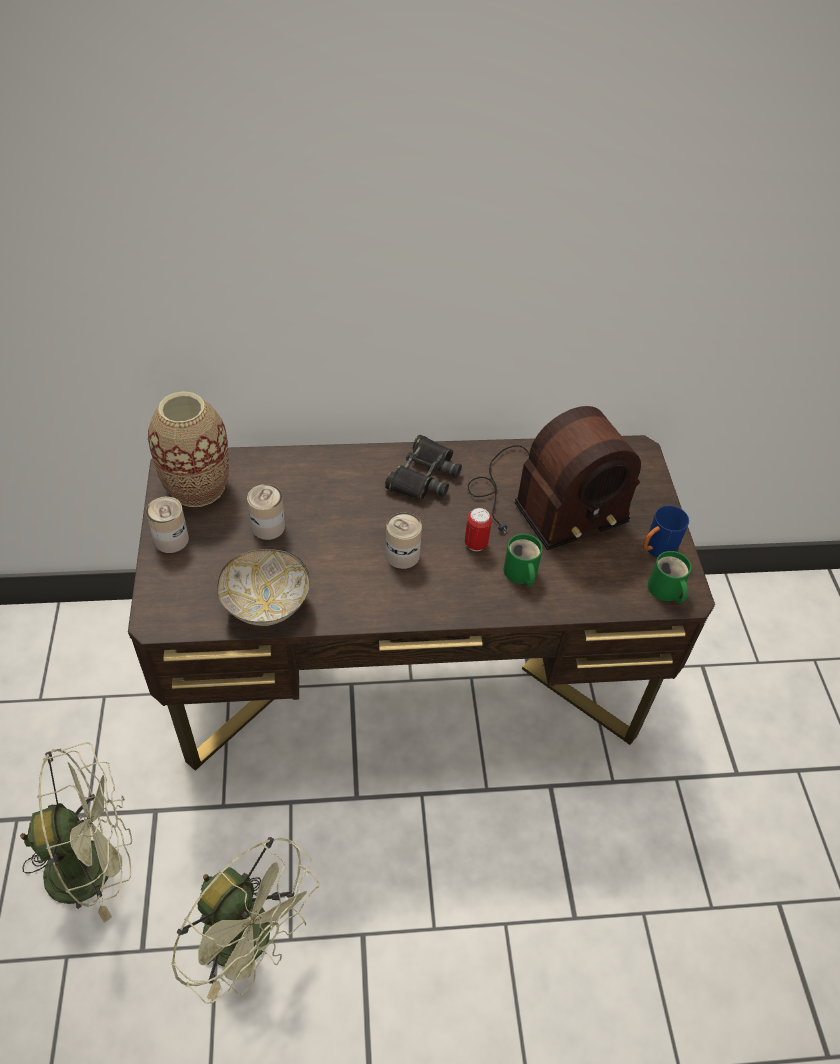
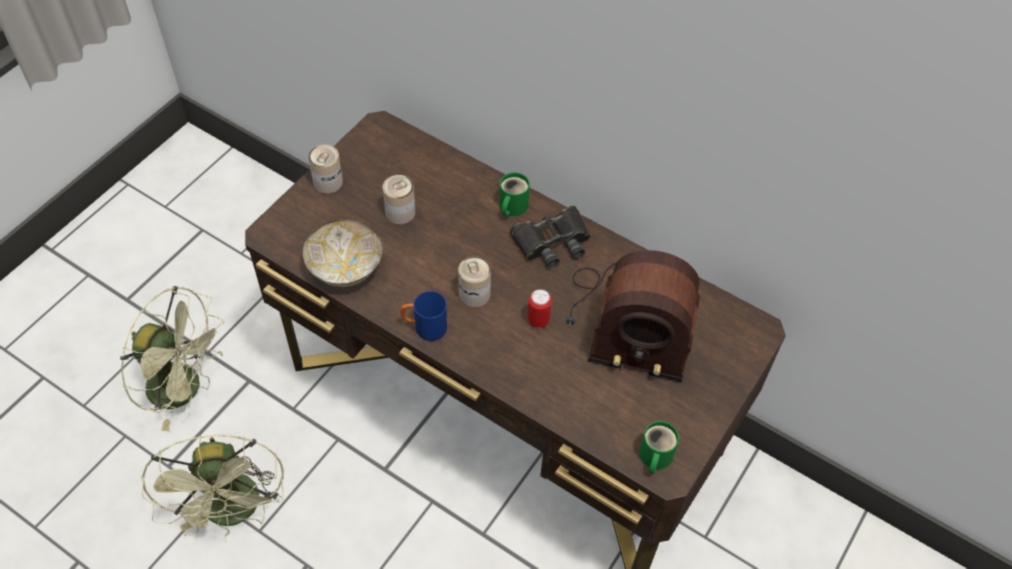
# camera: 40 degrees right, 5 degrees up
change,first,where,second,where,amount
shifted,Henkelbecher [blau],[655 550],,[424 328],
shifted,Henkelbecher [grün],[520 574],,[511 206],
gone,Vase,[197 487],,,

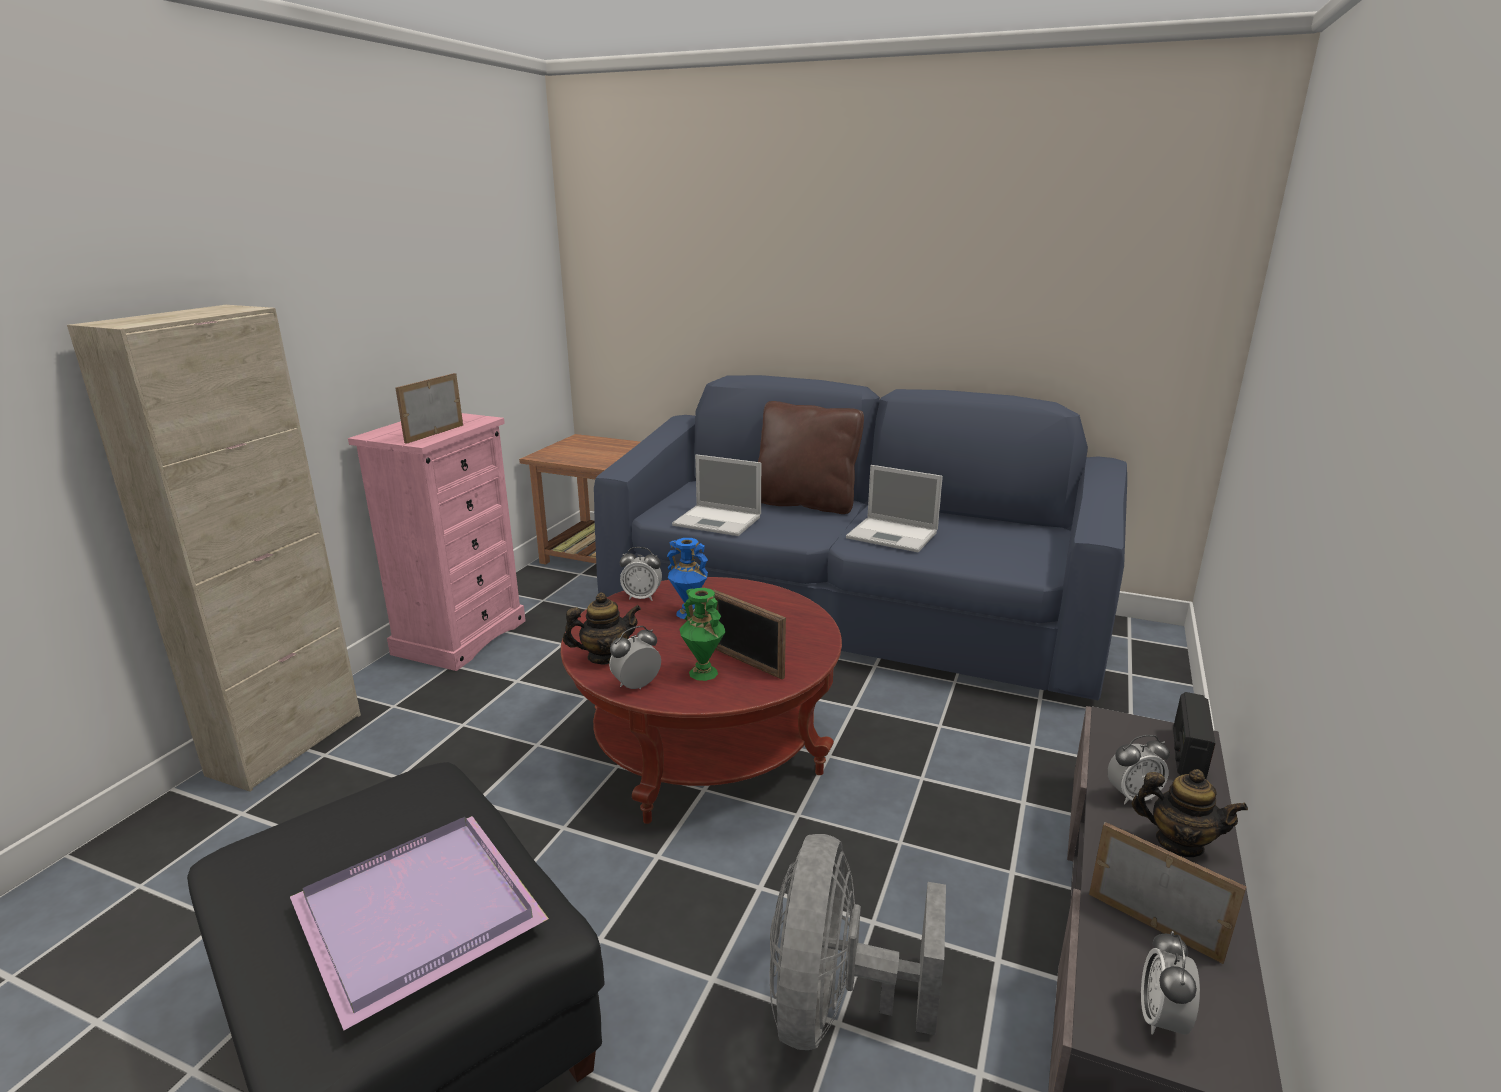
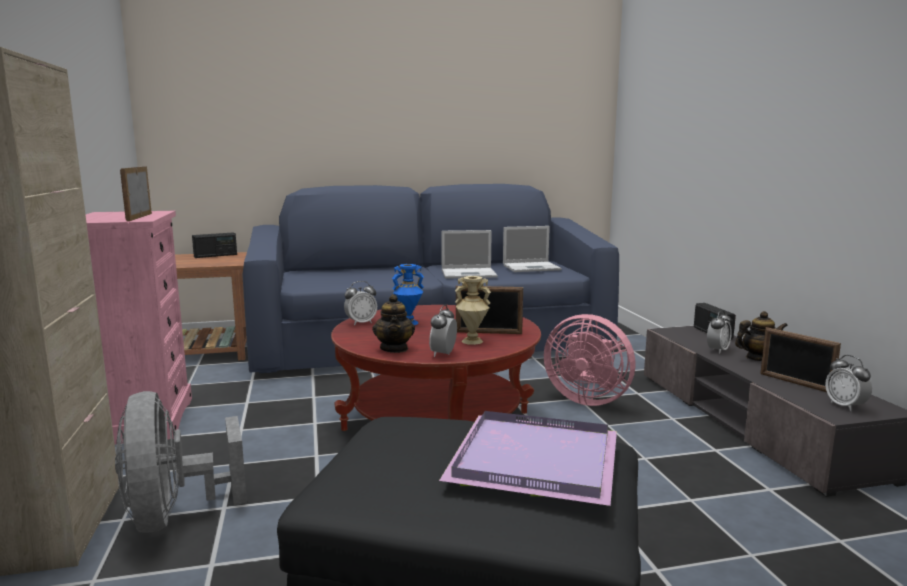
# camera: 35 degrees left, 10 degrees down
change,first,where,second,where,amount
shifted,Ventilator [grau],[836 1006],,[175 515],
new,,,Radio,[215 255],
rotated,Teekanne,[605 657],,[394 349],135 degrees clockwise
repainted,Vase [grün],[702 673],Vase [beige],[472 341],
shifted,Laptop,[719 521],,[532 267],
new,,,Ventilator [rosa],[587 399],
rotated,Bilderrahmen,[1154 925],,[795 383],135 degrees counterclockwise
gone,Kissen [braun],[806 503],,,

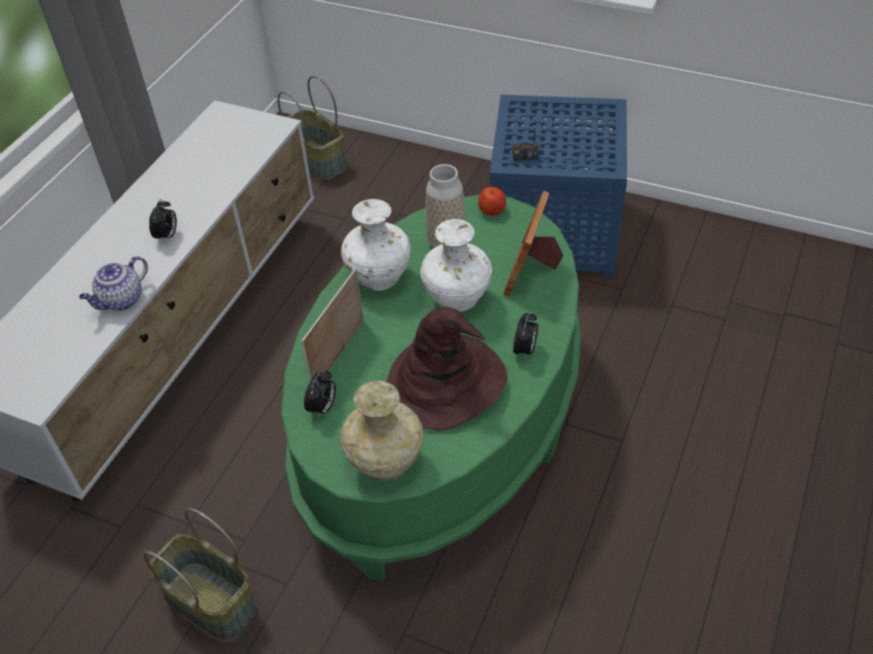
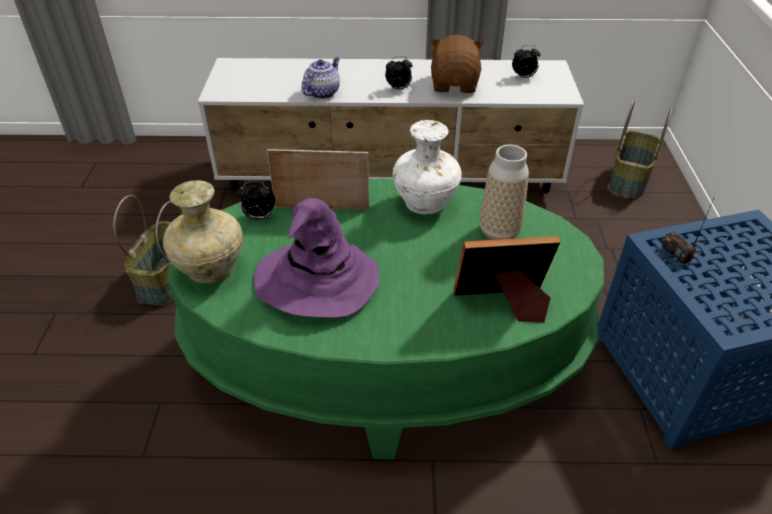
# camera: 65 degrees right, 5 degrees down
change,first,where,second,where,amount
repainted,Hut [braun],[444 383],Hut [lila],[316 281],
rotated,Teekanne,[121 301],,[322 92],105 degrees clockwise
new,,,Plüschtier [braun],[455 84],
shifted,Wecker,[525 350],,[523 77],
gone,Vase [weiß],[458 299],,,
gone,Apfel,[492 210],,,

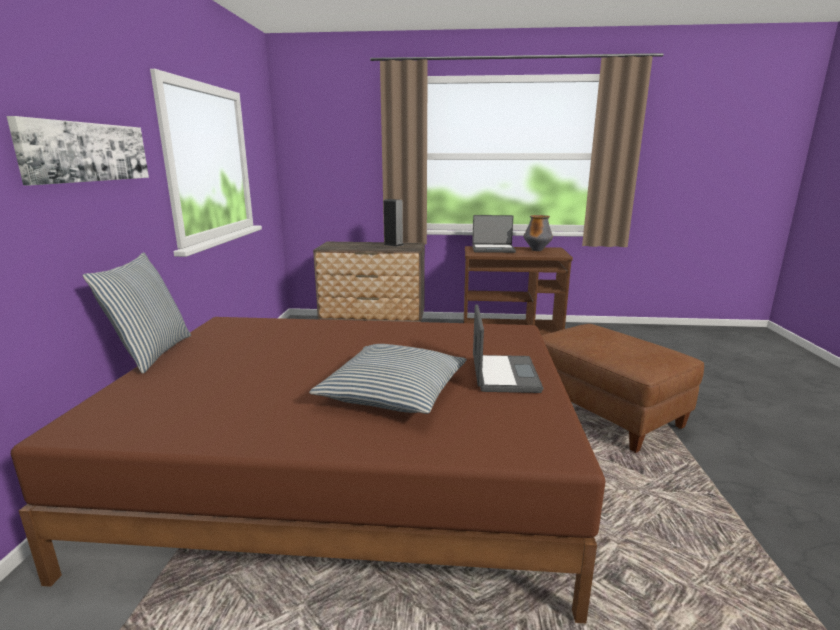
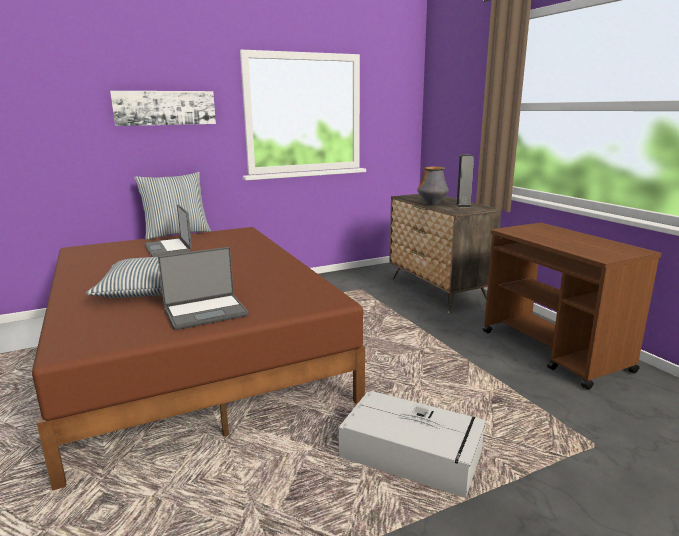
# camera: 60 degrees right, 0 degrees up
change,first,where,second,where,amount
shifted,Laptop,[493 249],,[169 248],
swapped,Polsterhocker [braun],[606 413],Aufbewahrungsbox [grau],[413 456],
shifted,Vase,[537 250],,[432 204],

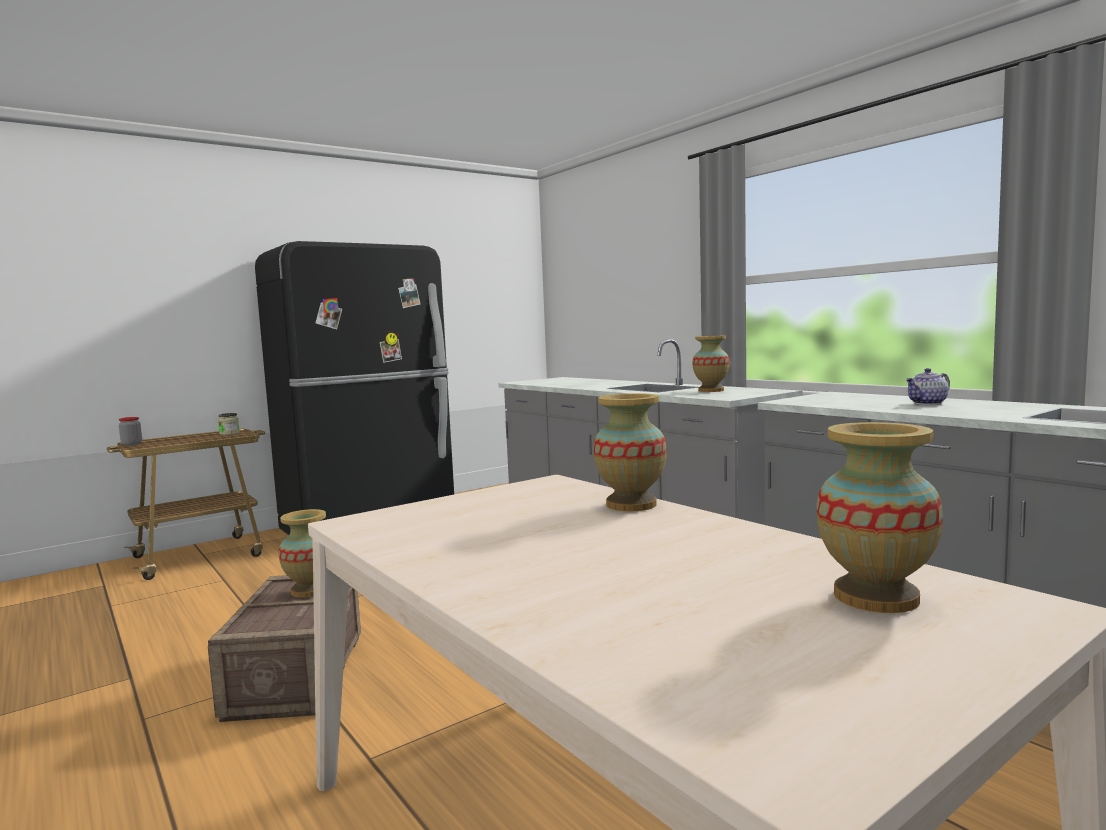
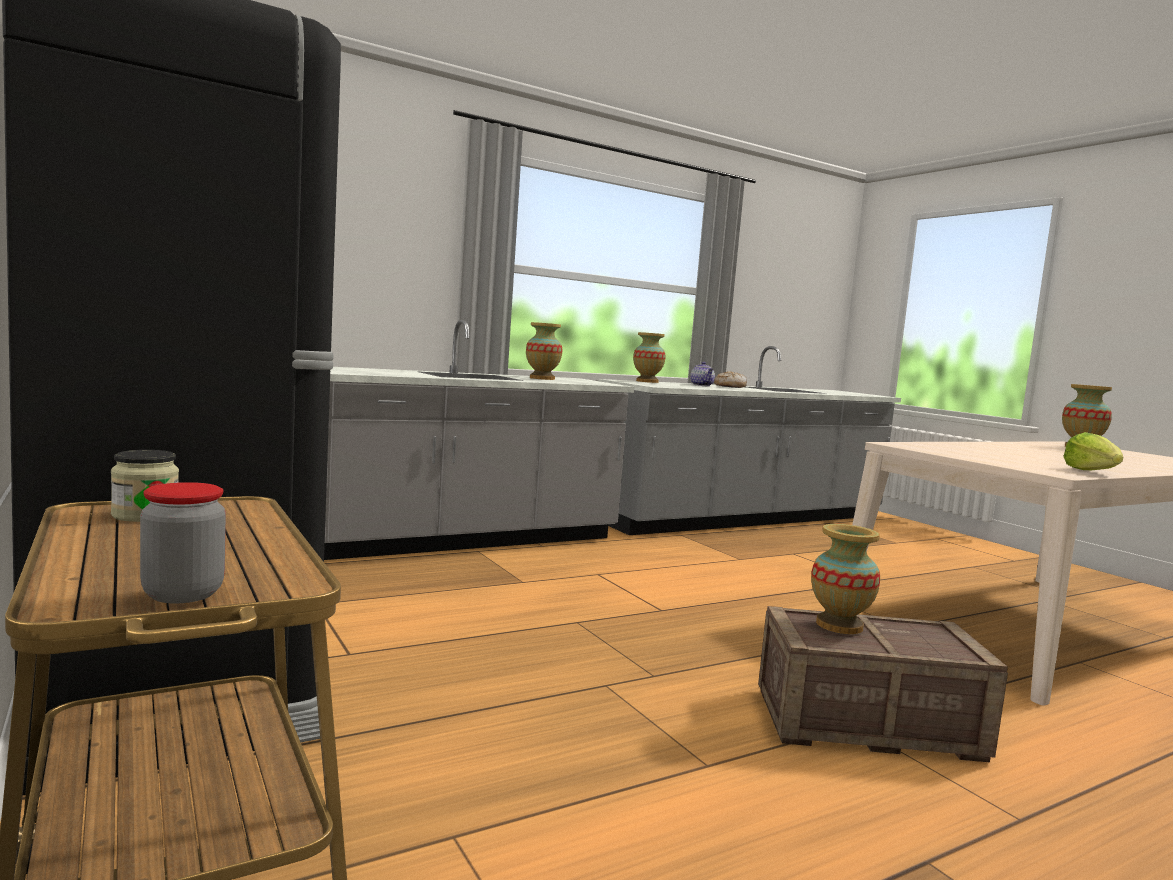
# camera: 85 degrees left, 0 degrees up
change,first,where,second,where,amount
shifted,Vase,[631 505],,[647 381],
new,,,Brot,[729 386],
new,,,Salatkopf,[1092 472],

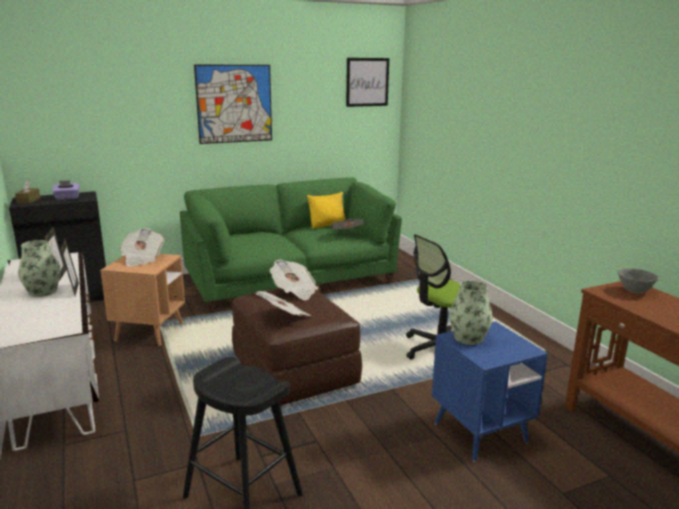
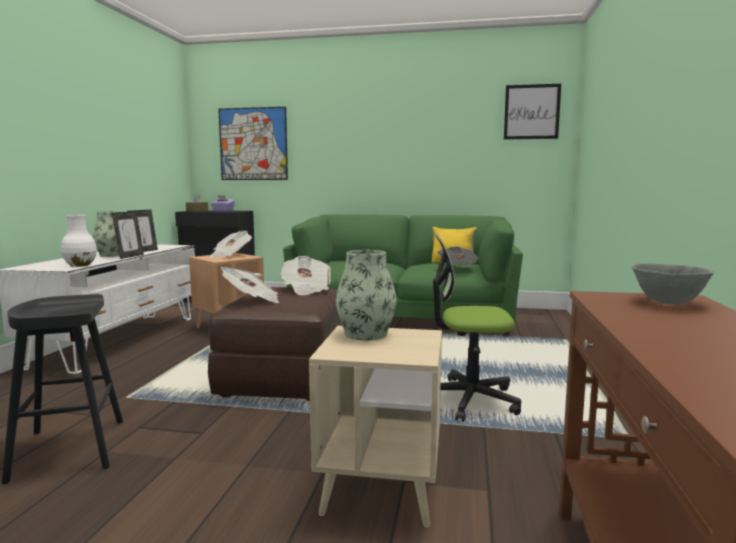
# camera: 35 degrees right, 10 degrees down
change,first,where,second,where,amount
new,,,Vase [weiß],[79 265],
shifted,Bild,[234 104],,[253 144],
repainted,Beistelltisch [blau],[480 432],Beistelltisch [beige],[380 490],

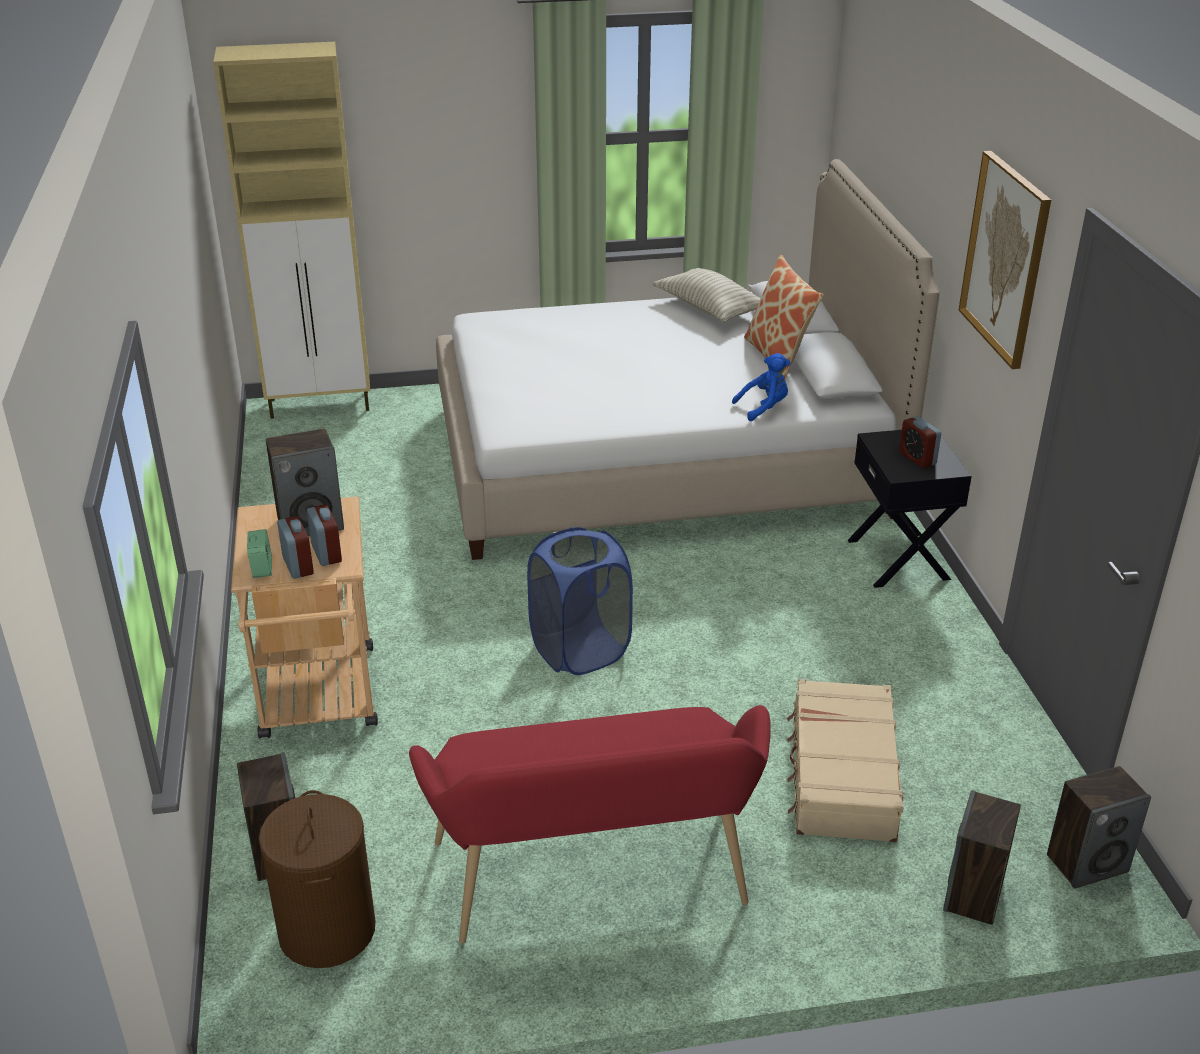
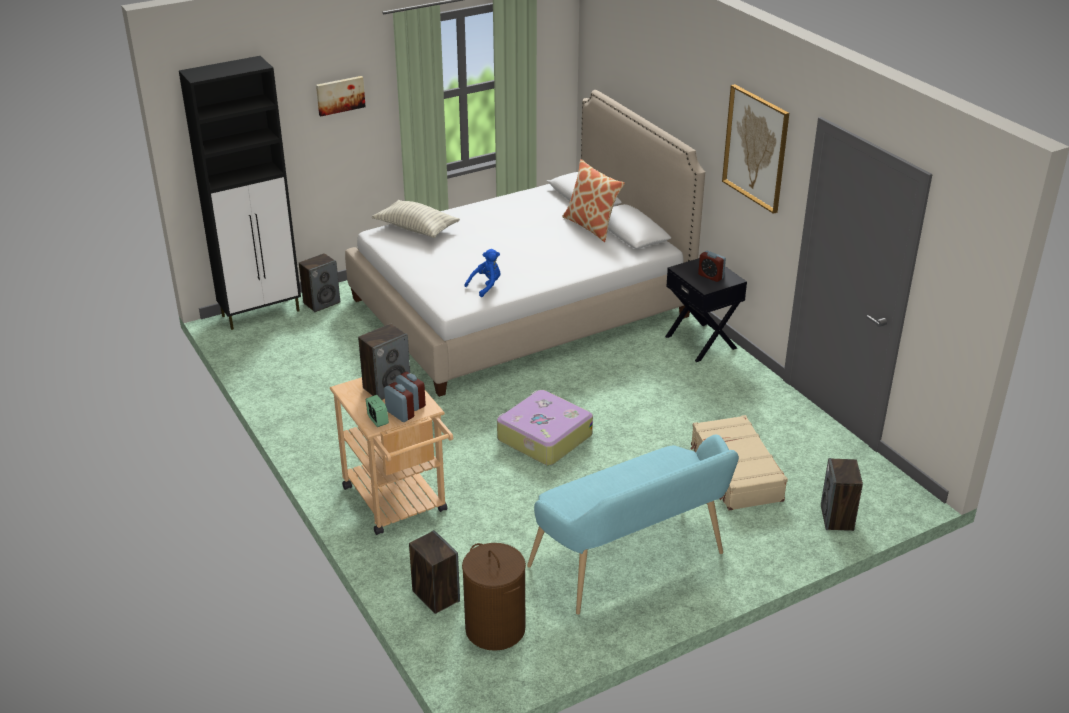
# camera: 20 degrees left, 0 degrees up
change,first,where,second,where,amount
repainted,Schrank [beige],[321 405],Schrank [schwarz],[262 313],
shifted,Lautsprecher,[1087 863],,[322 303],
new,,,Bild,[340 95],
shifted,Kissen,[709 309],,[416 228],
shifted,Plüschtier [blau],[764 408],,[486 286],
swapped,Wäschekorb [blau],[580 650],Koffer,[543 437],
repainted,Bank [rot],[595 883],Bank [türkis],[633 564],

